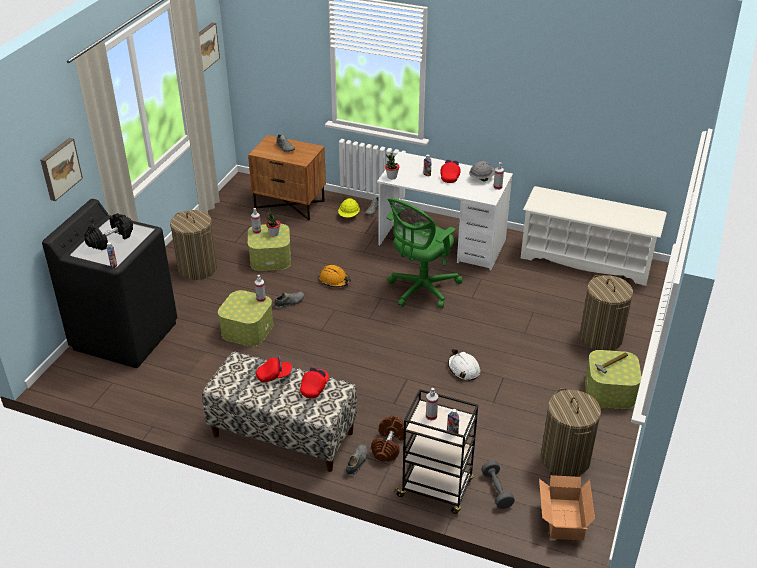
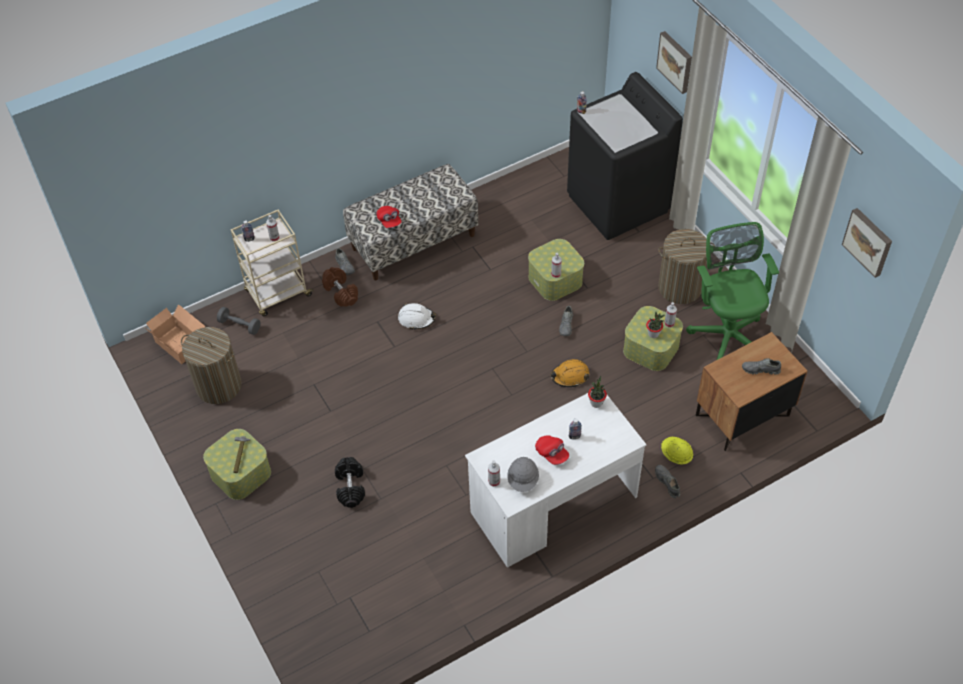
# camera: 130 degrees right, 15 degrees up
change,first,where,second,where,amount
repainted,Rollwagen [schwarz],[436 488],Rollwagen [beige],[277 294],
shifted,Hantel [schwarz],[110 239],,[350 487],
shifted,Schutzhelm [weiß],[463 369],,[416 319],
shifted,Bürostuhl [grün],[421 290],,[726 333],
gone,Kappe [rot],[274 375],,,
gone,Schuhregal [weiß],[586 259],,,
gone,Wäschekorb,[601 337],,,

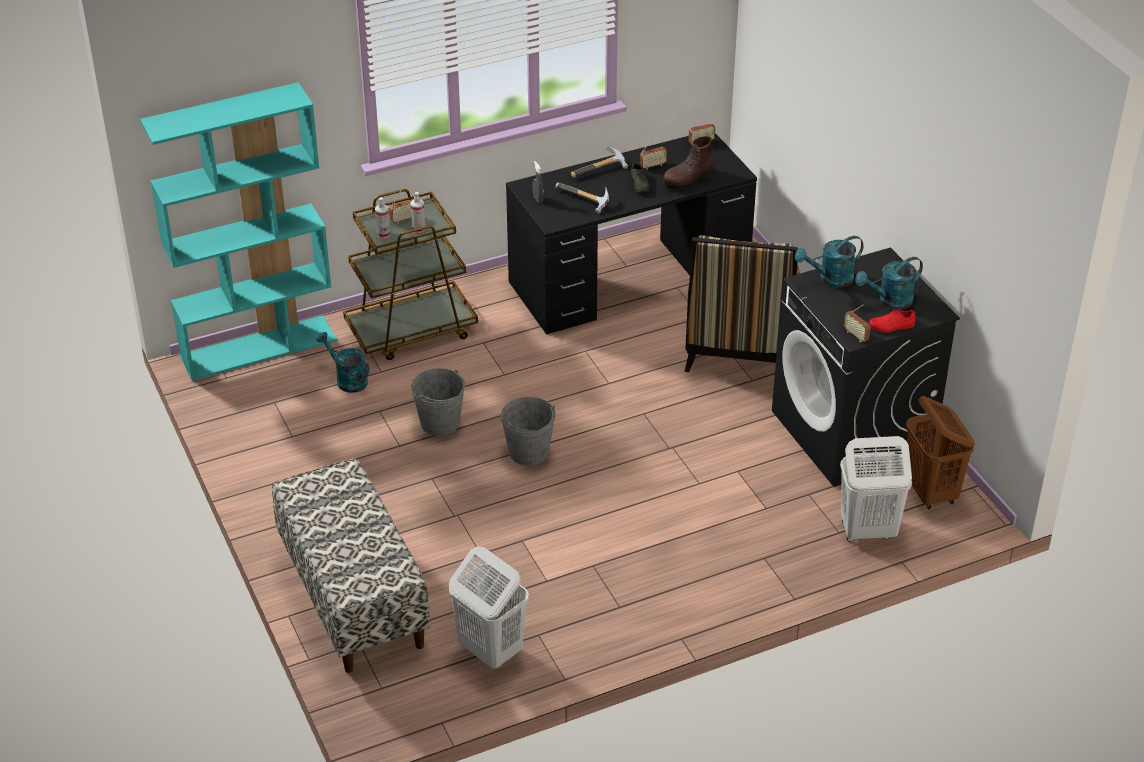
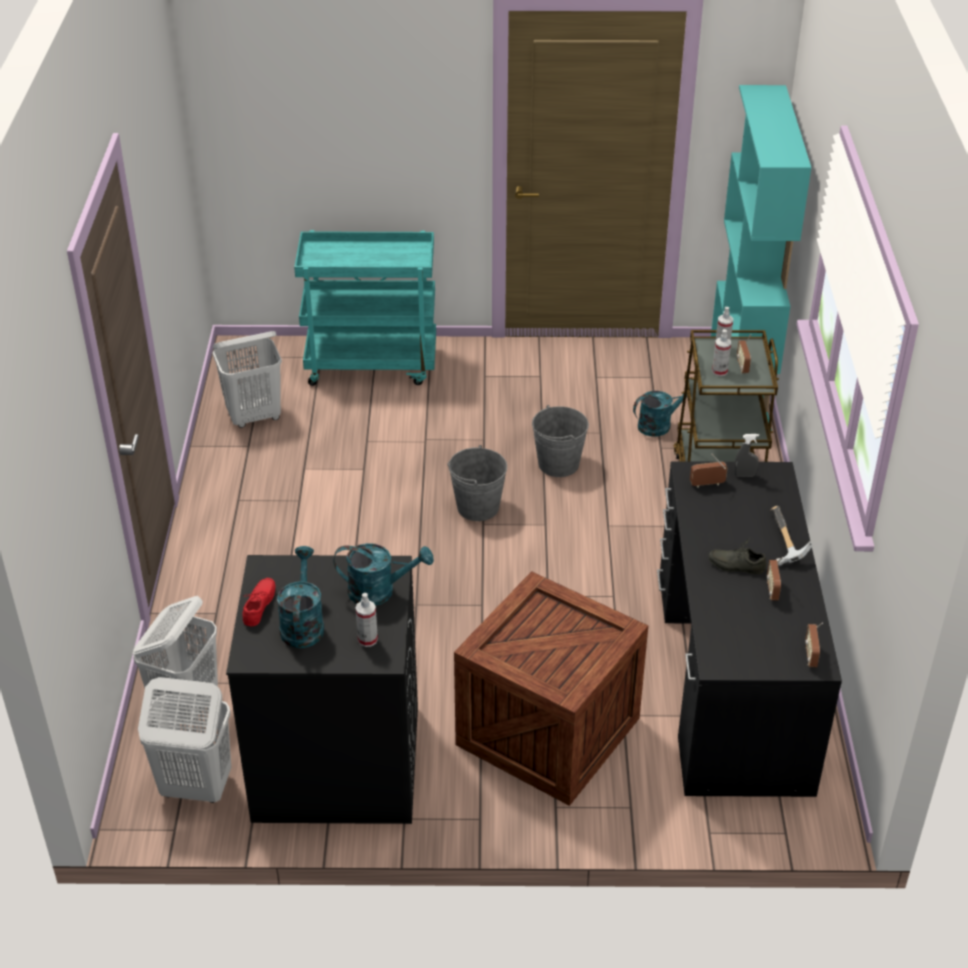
# camera: 115 degrees right, 0 degrees up
change,first,where,second,where,amount
repainted,Wäschekorb [braun],[931 492],Wäschekorb [weiß],[195 787],
swapped,Bank,[352 596],Rollwagen [türkis],[372 365],
rotated,Gießkanne [türkis],[830 279],,[380 591],90 degrees clockwise
new,,,Sprühflasche,[367 639],
swapped,Stuhl,[741 346],Kiste,[547 729],
shifted,Radio,[856 335],,[707 484],
gone,Hammer,[582 201],,,
gone,Stiefel [braun],[688 180],,,

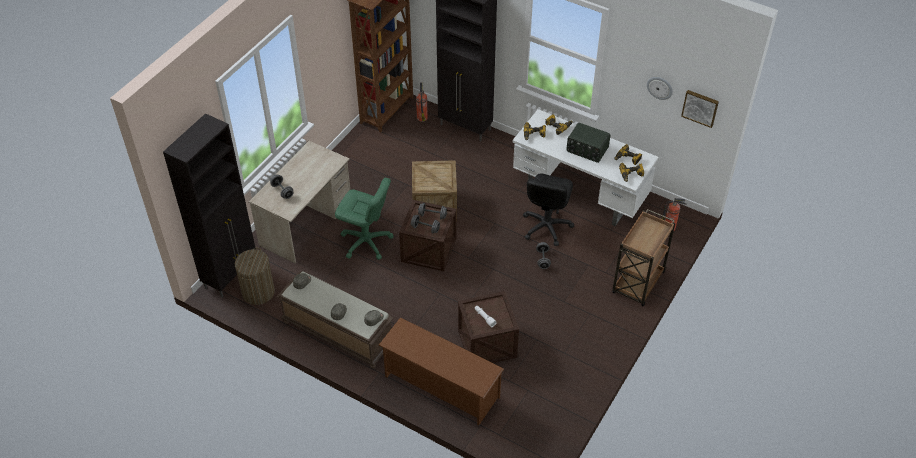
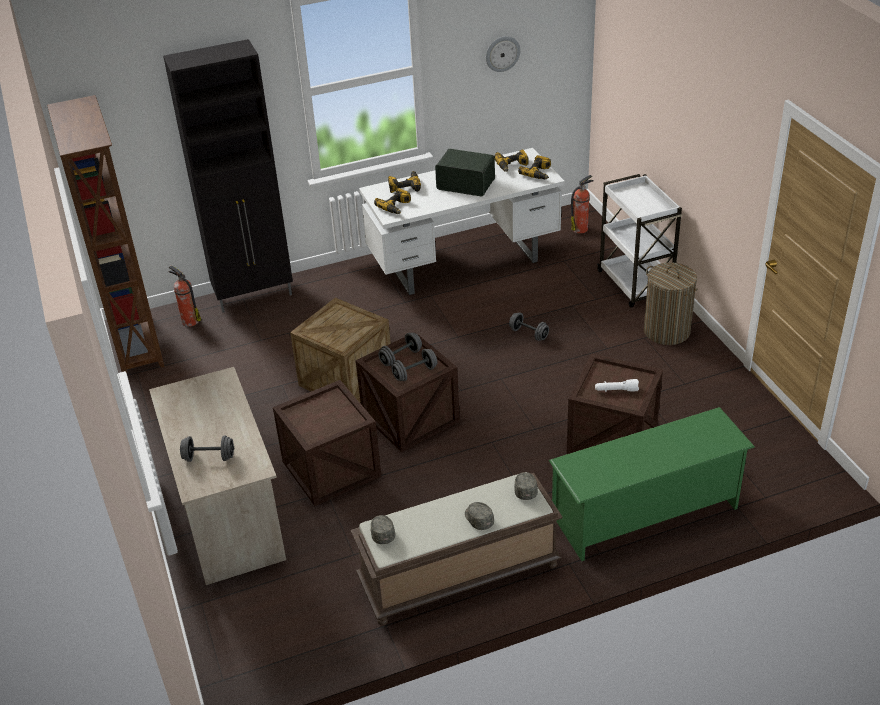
# camera: 50 degrees left, 10 degrees down
change,first,where,second,where,amount
swapped,Bürostuhl [grün],[366 242],Kiste,[331 469],
rotated,Radio,[587 150],,[466 184],135 degrees counterclockwise
repainted,Schuhregal [braun],[441 386],Schuhregal [grün],[645 514],
repainted,Rollwagen [braun],[638 283],Rollwagen [weiß],[635 285],
shifted,Wäschekorb,[258 292],,[666 331],
gone,Schrank [schwarz],[231 274],,,
gone,Bürostuhl [schwarz],[546 227],,,
gone,Bild,[700 107],,,

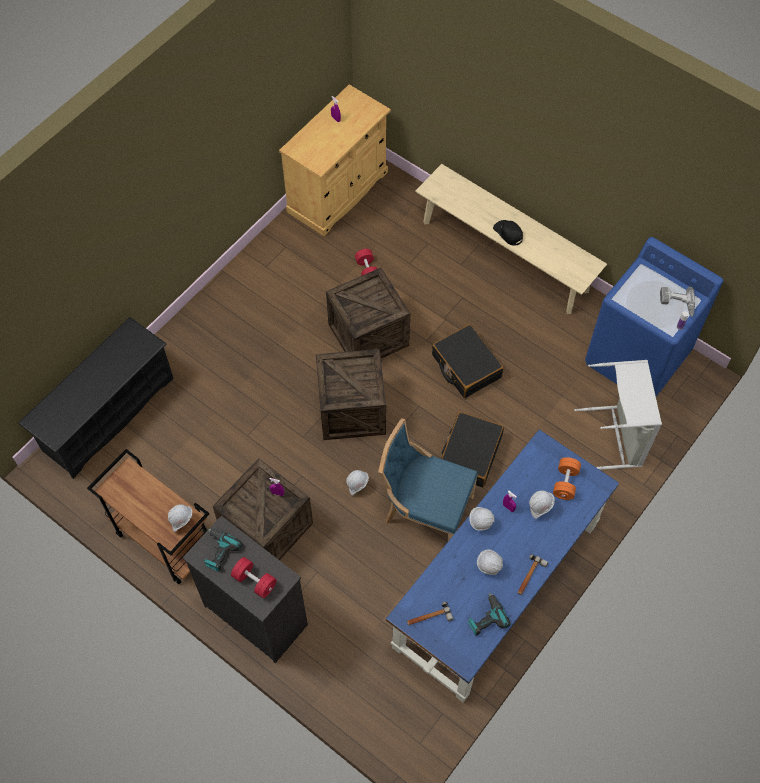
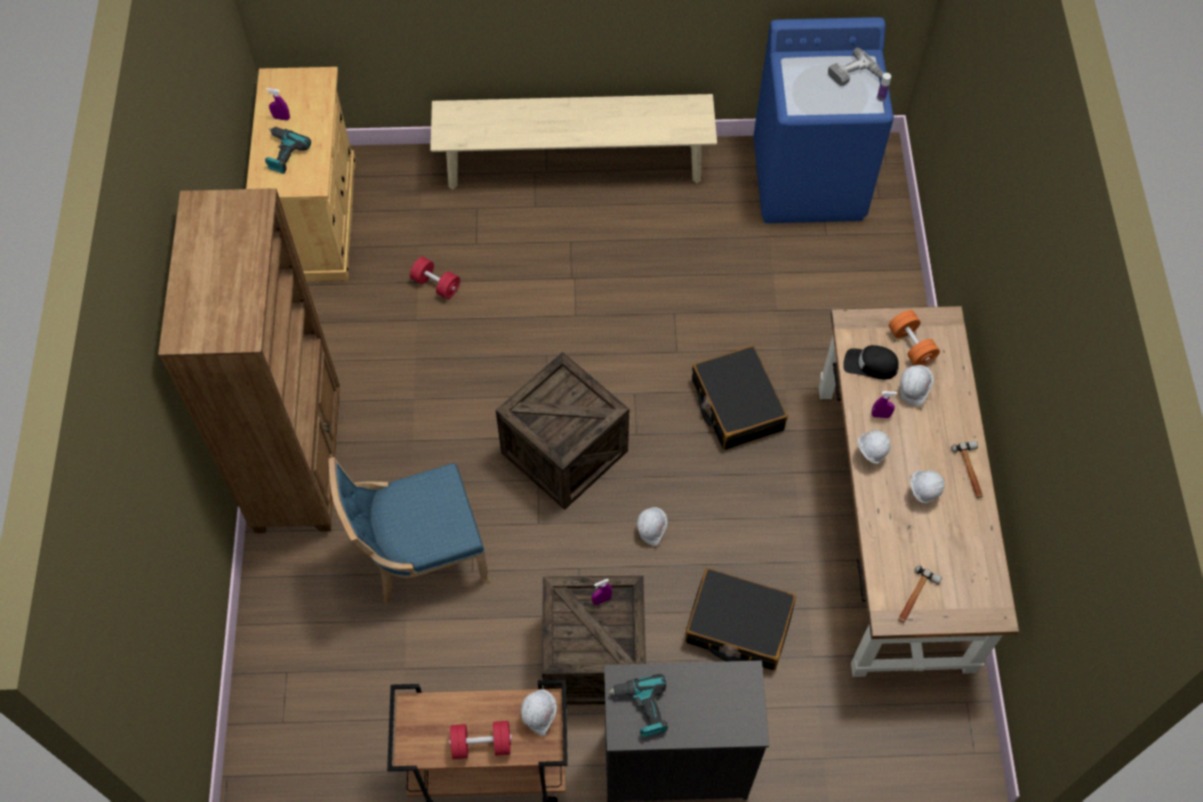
# camera: 40 degrees left, 0 degrees up
change,first,where,second,where,amount
new,,,Bücherregal [braun],[300 461],
shifted,Bohrmaschine,[486 618],,[283 153],
shifted,Stuhl [blau],[425 511],,[421 556],
shifted,Hantel [rot],[254 581],,[481 744],
shifted,Koffer [schwarz],[466 366],,[738 625],
repainted,Schreibtisch [blau],[496 587],Schreibtisch [braun],[894 524],
shifted,Kappe [schwarz],[508 233],,[870 365],
gone,Schuhregal [schwarz],[108 414],,,
gone,Kiste,[368 335],,,
gone,Wäschekorb [grau],[616 437],,,

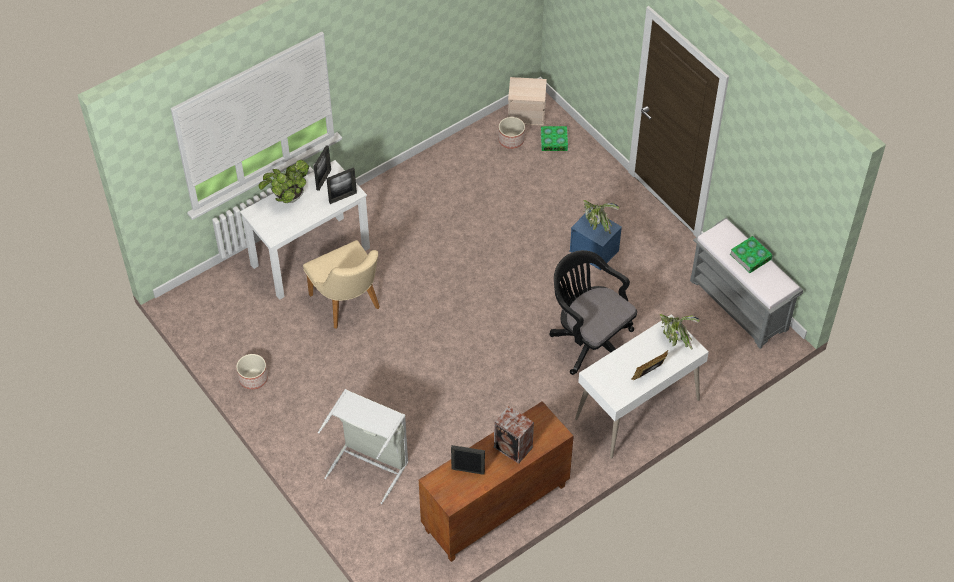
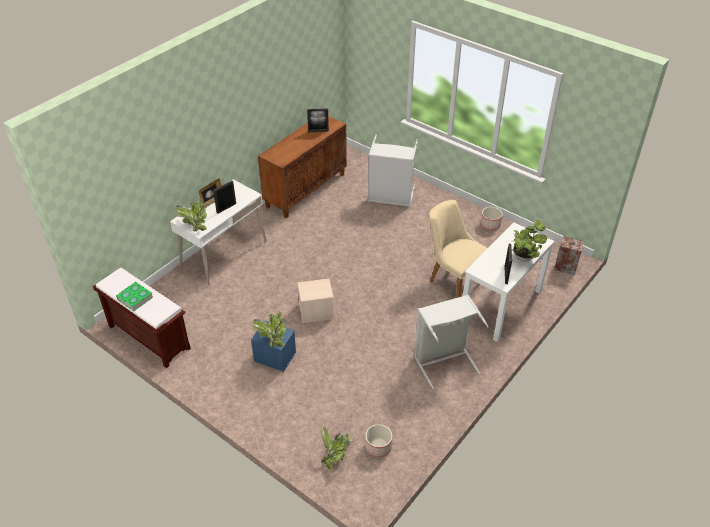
# camera: 165 degrees right, 10 degrees down
change,first,where,second,where,amount
repainted,Bank [grau],[740 305],Bank [braun],[148 337],
shifted,Bilderrahmen,[342 197],,[226 208],
shifted,Aufbewahrungsbox [beige],[527 113],,[315 311],
swapped,Buch,[554 141],Topfpflanze,[336 455],
new,,,Wäschekorb [grau],[443 360],
shifted,Lautsprecher,[513 448],,[565 267],
gone,Bürostuhl [schwarz],[589 341],,,

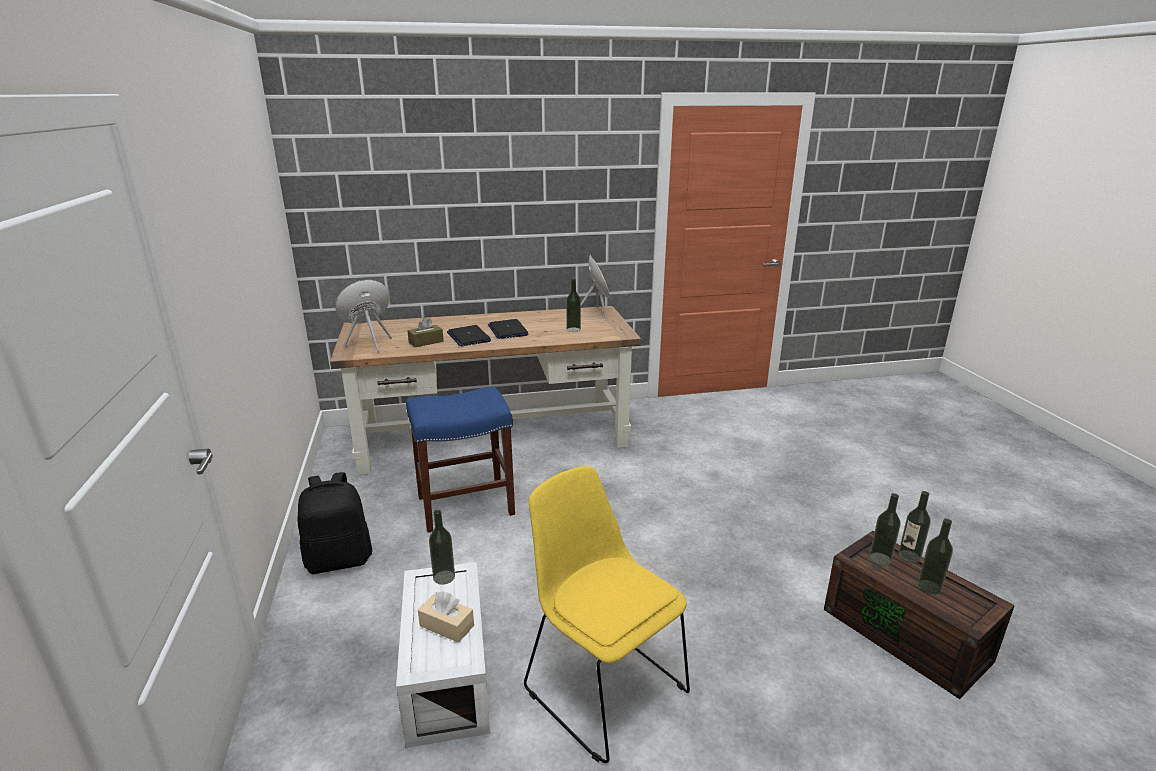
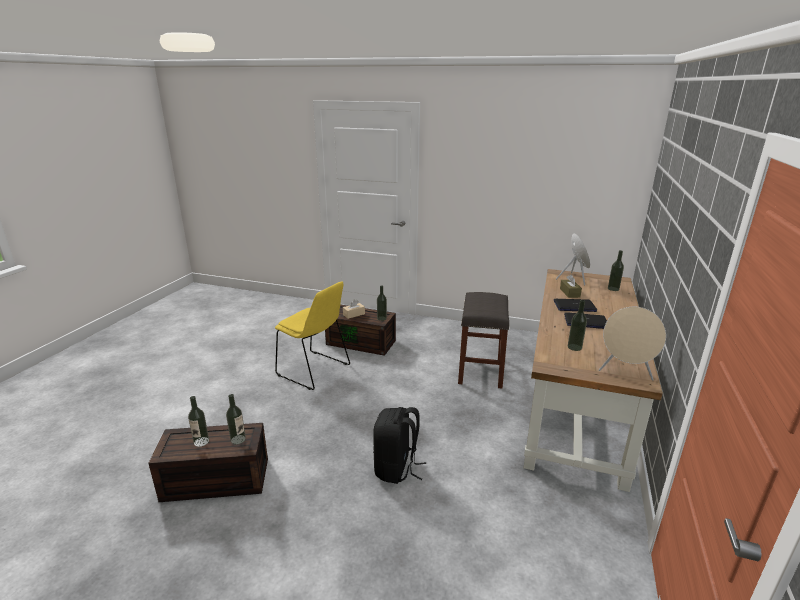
# camera: 120 degrees right, 0 degrees up
change,first,where,second,where,amount
rotated,Stuhl [gelb],[602 686],,[315 371],45 degrees clockwise
repainted,Aufbewahrungsbox [weiß],[444 673],Aufbewahrungsbox [braun],[362 342],
shifted,Rucksack [schwarz],[339 559],,[396 468],
repainted,Hocker [blau],[464 506],Hocker [grau],[480 370],
shifted,Flasche,[909 556],,[613 289],

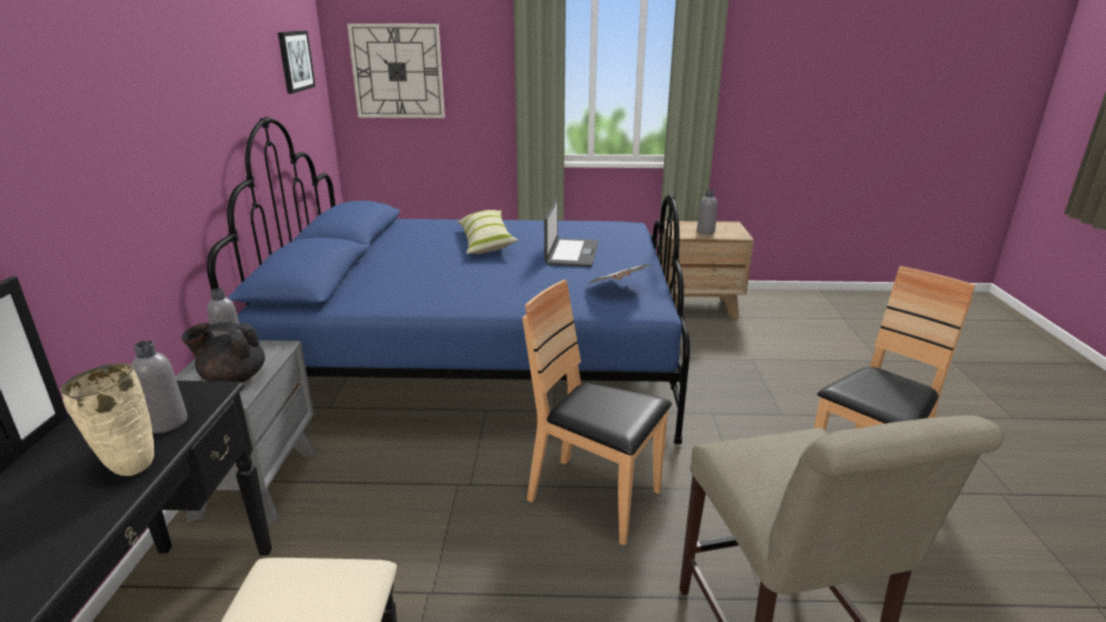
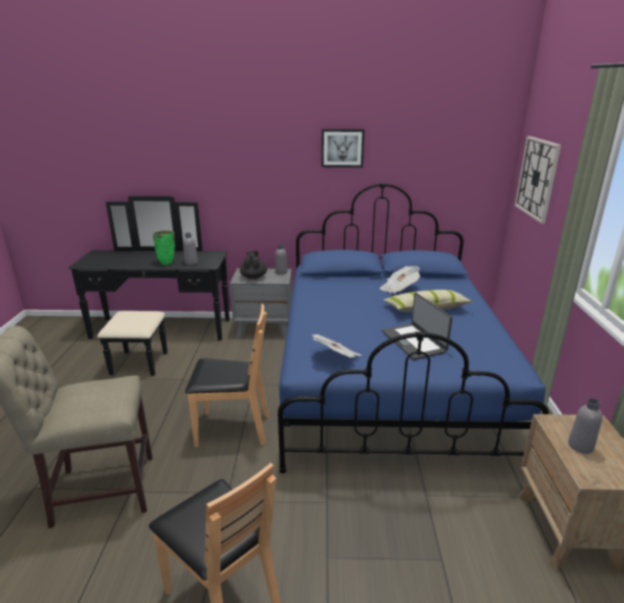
# camera: 90 degrees right, 0 degrees up
change,first,where,second,where,amount
repainted,Vase [beige],[129 466],Vase [grün],[167 263],
rotated,Stuhl [braun],[594 498],,[232 429],60 degrees clockwise
shifted,Bild,[295 61],,[342 148],
new,,,Zeitung,[399 289],
rotated,Laptop,[571 253],,[414 341],60 degrees clockwise

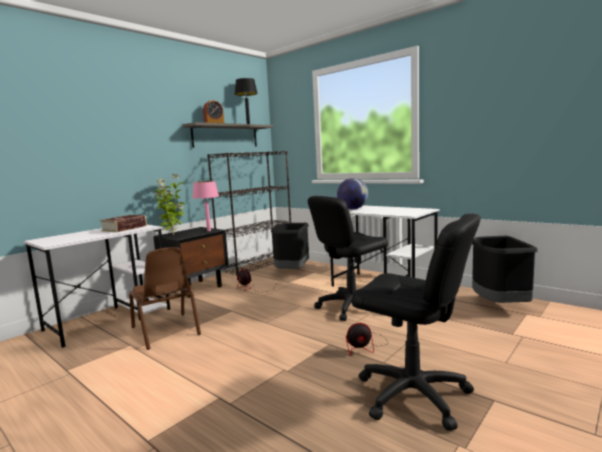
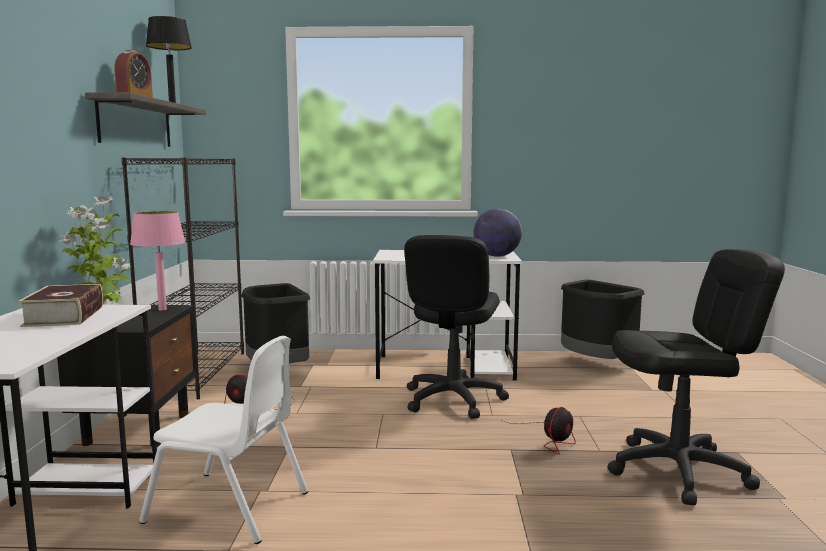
# camera: 40 degrees left, 0 degrees up
change,first,where,second,where,amount
repainted,Stuhl [braun],[166 331],Stuhl [weiß],[229 507],
shifted,Globus,[353 209],,[497 256],

